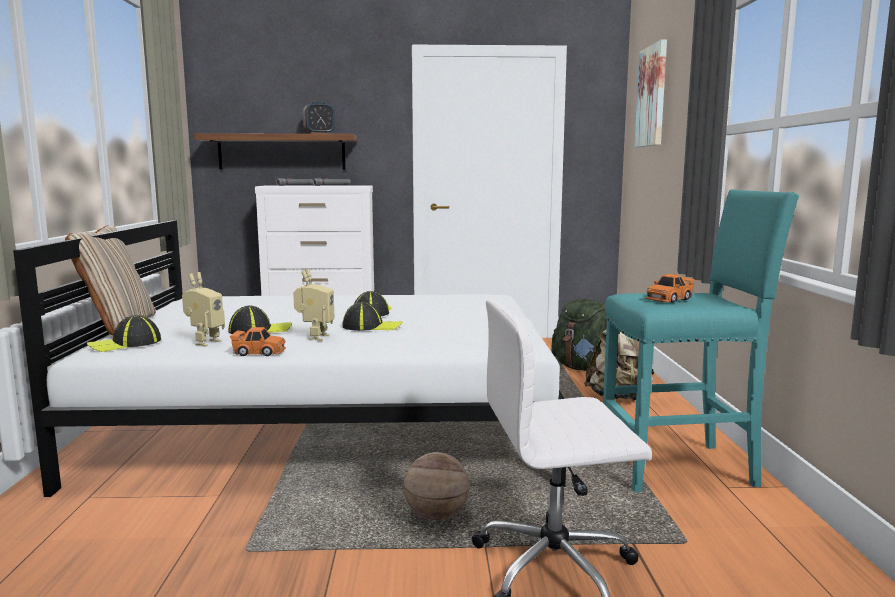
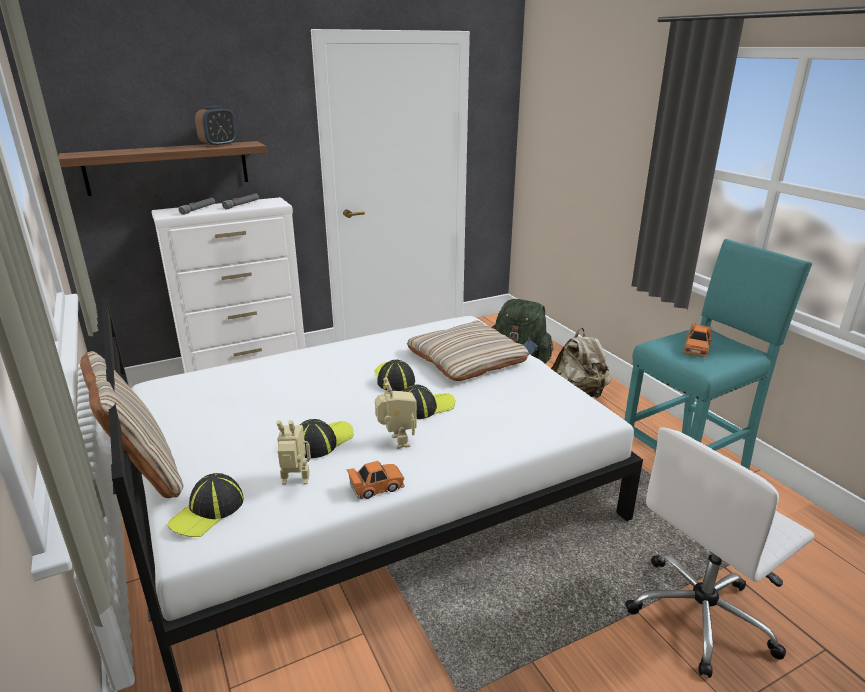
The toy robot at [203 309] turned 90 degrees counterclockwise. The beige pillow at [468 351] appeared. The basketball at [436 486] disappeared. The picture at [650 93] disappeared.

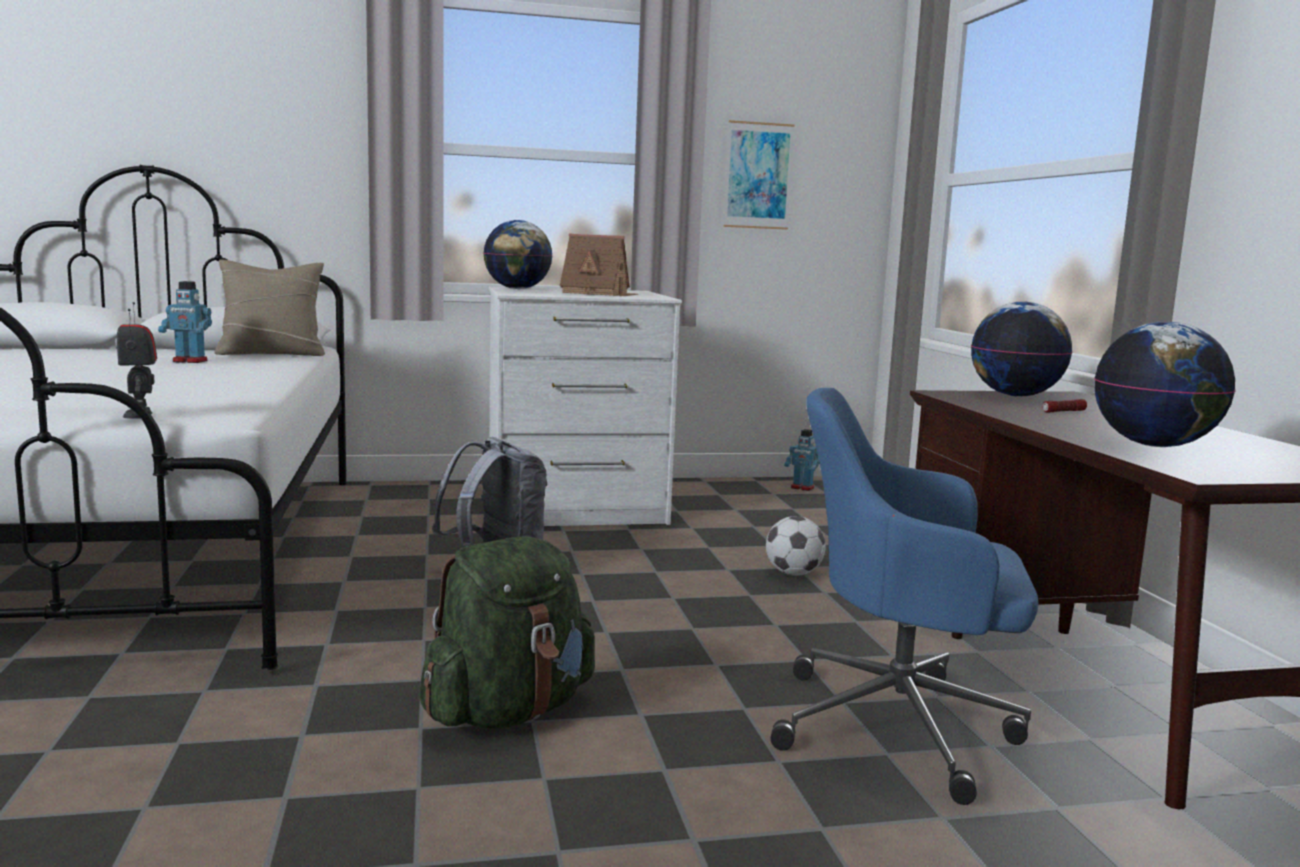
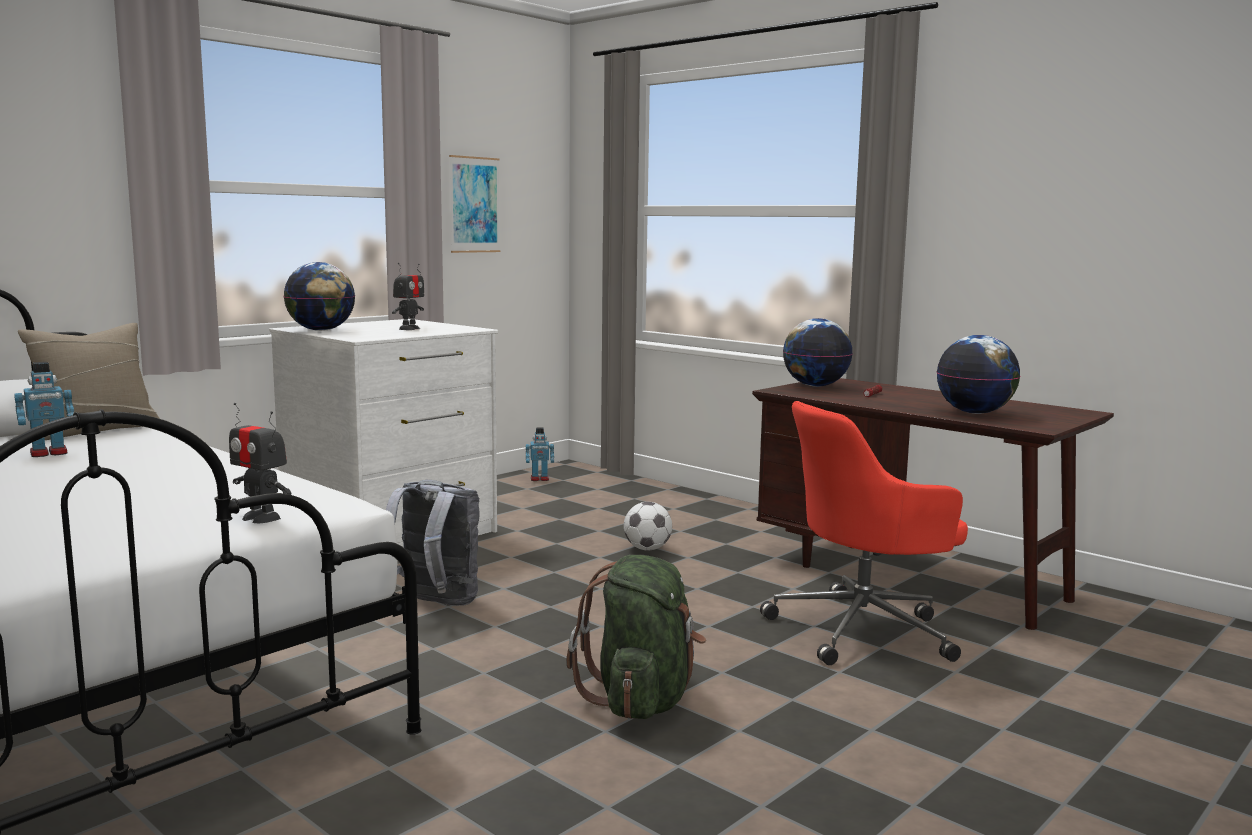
The toy house at [599 264] was replaced by the toy robot at [408 296]. The blue office chair at [904 596] became the red office chair at [864 533].

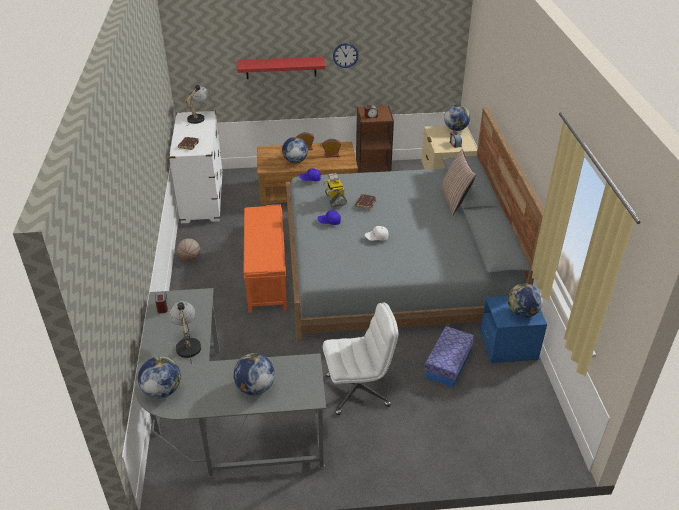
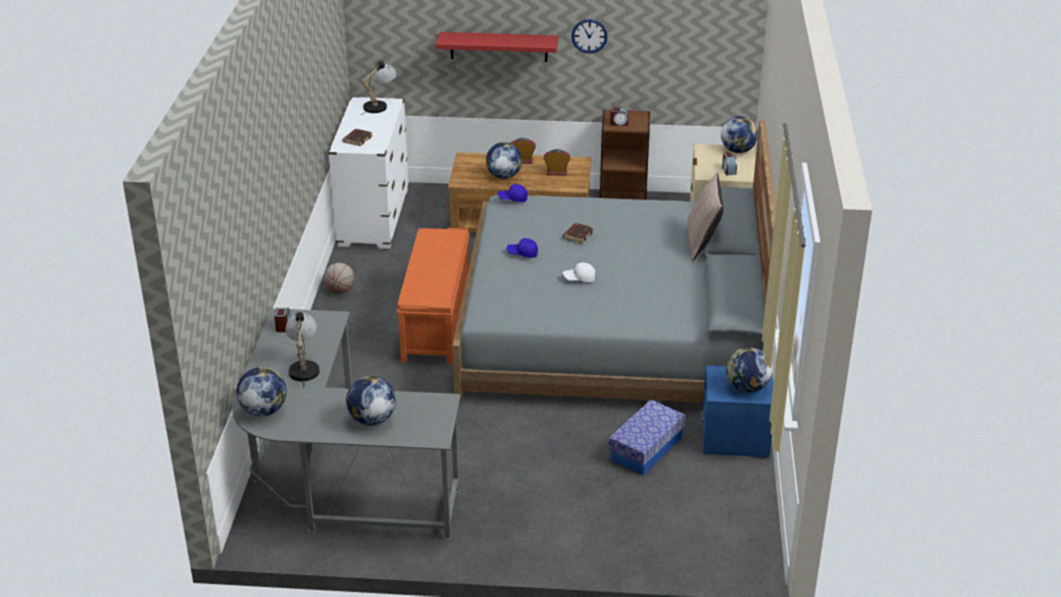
The toy robot at [334 190] disappeared. The white office chair at [360 358] disappeared.

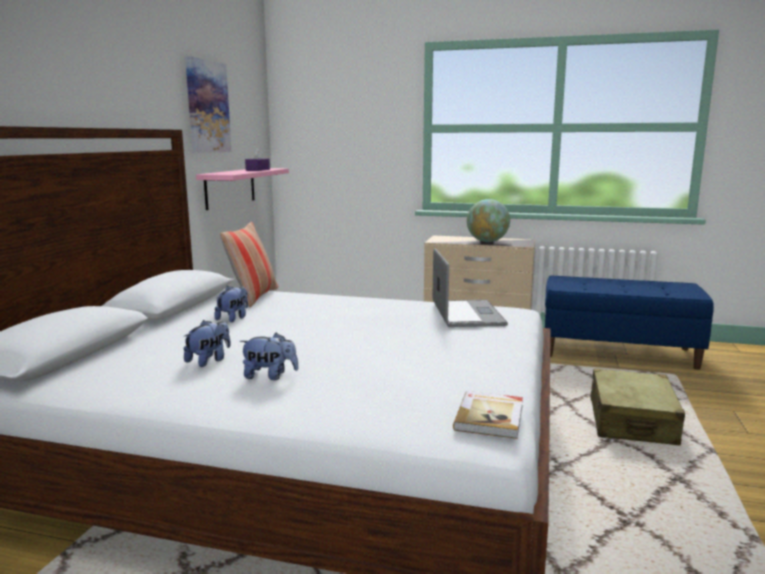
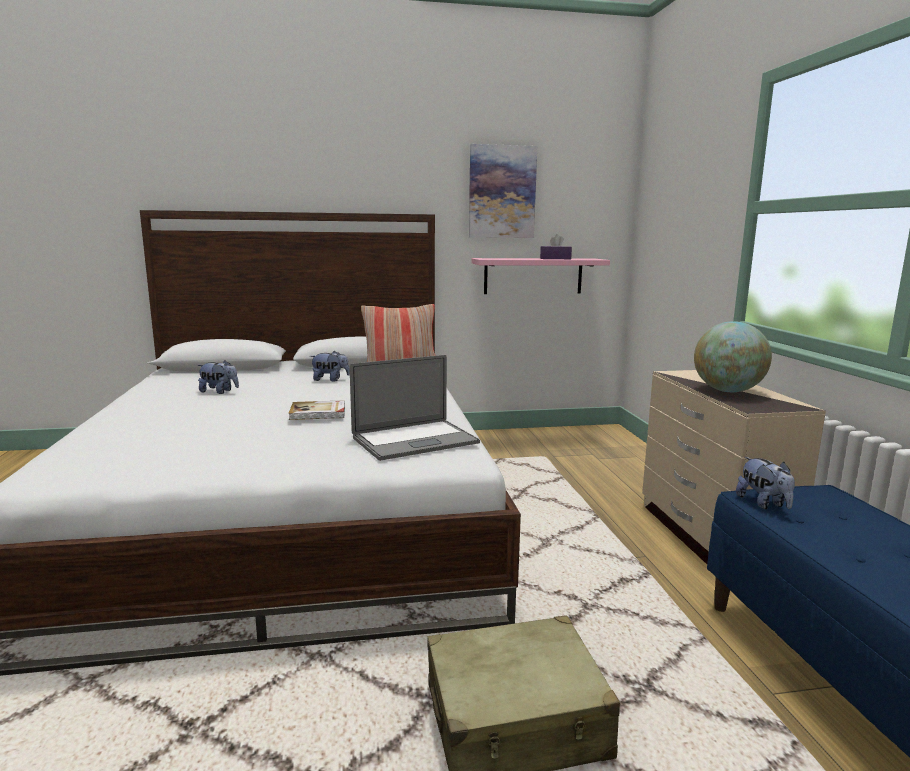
The book moved from [488 415] to [316 410]. The plush toy moved from [269 356] to [765 483].

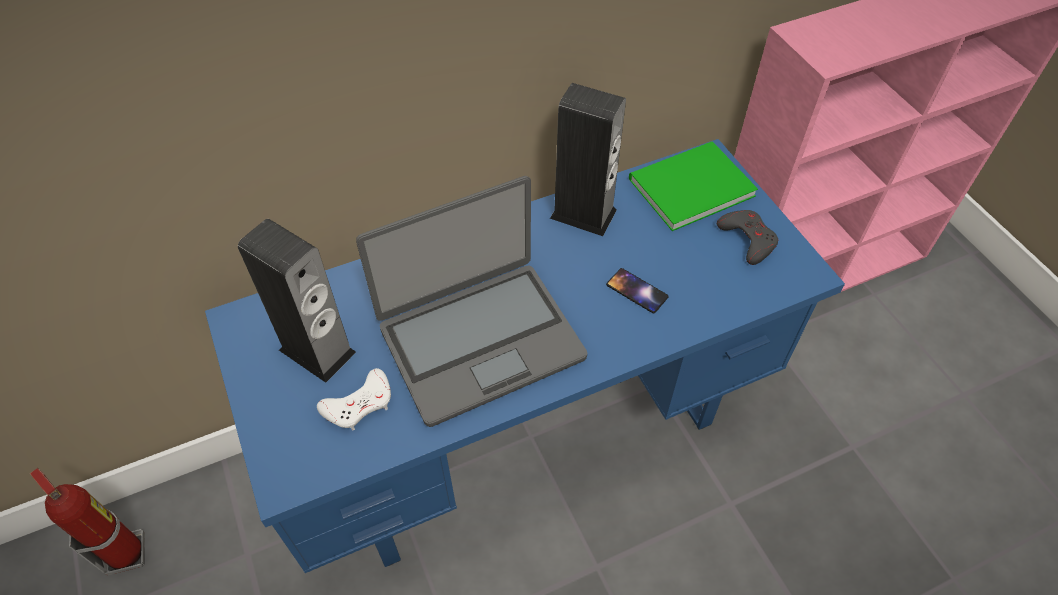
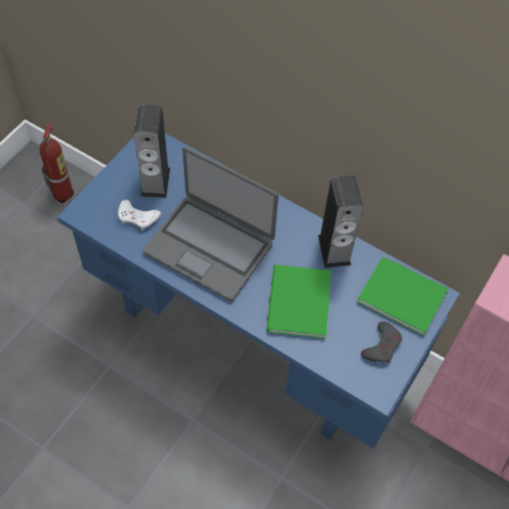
The phone at [637 290] was replaced by the green book at [298 302].

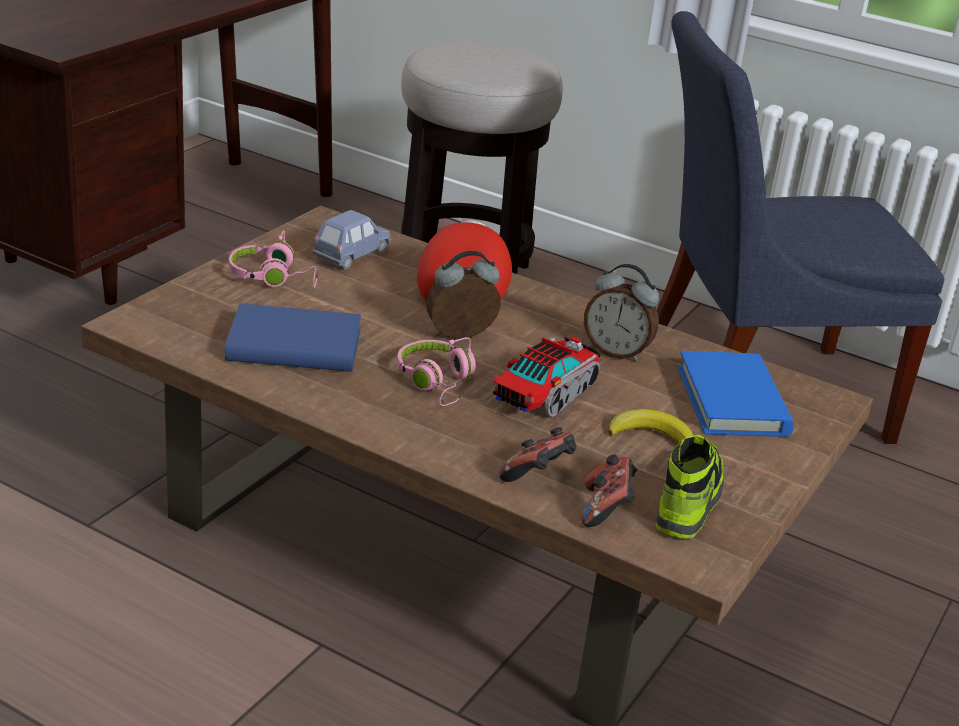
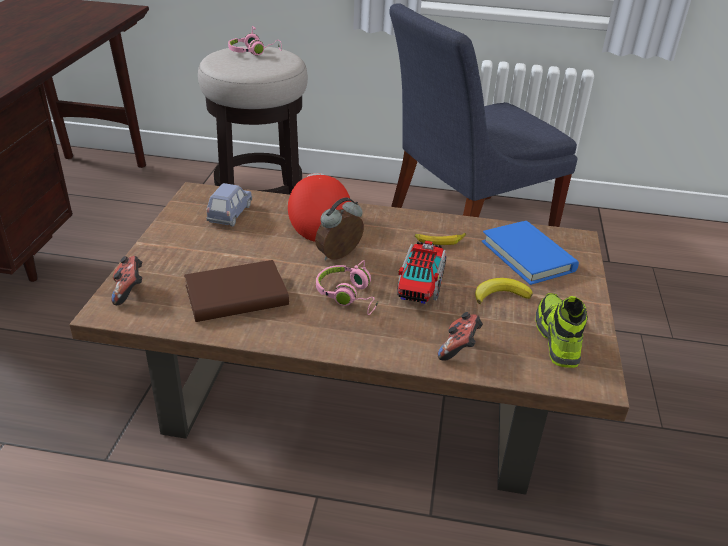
The game controller moved from [609 490] to [127 280]. The blue book at [293 338] became the brown book at [236 291]. The pink headphones moved from [274 259] to [255 41]. The alarm clock at [621 313] was replaced by the banana at [440 239].

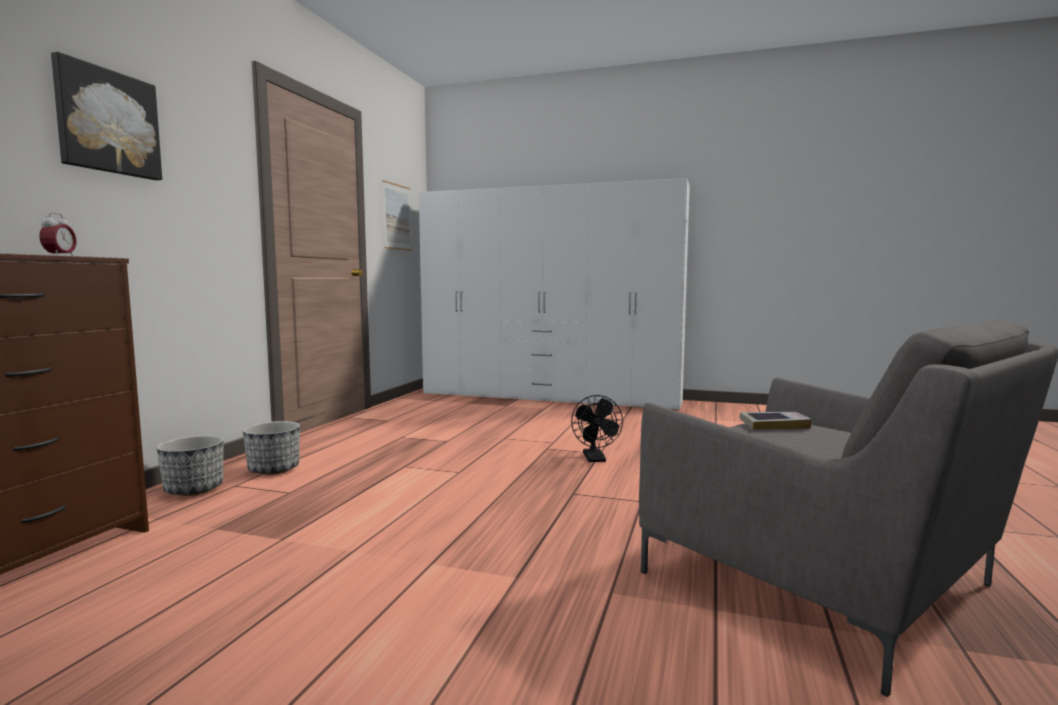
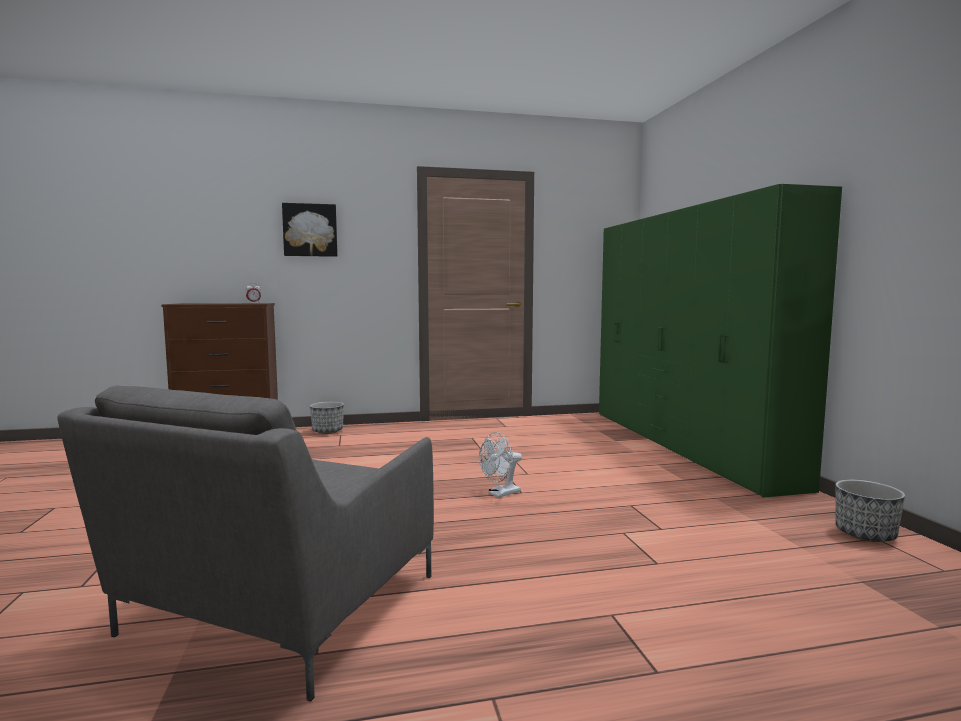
The black fan at [597 428] became the white fan at [500 465]. The white wardrobe at [554 294] became the green wardrobe at [720 341]. The planter moved from [271 448] to [870 511]. The picture at [397 215] disappeared. The book at [776 421] disappeared.

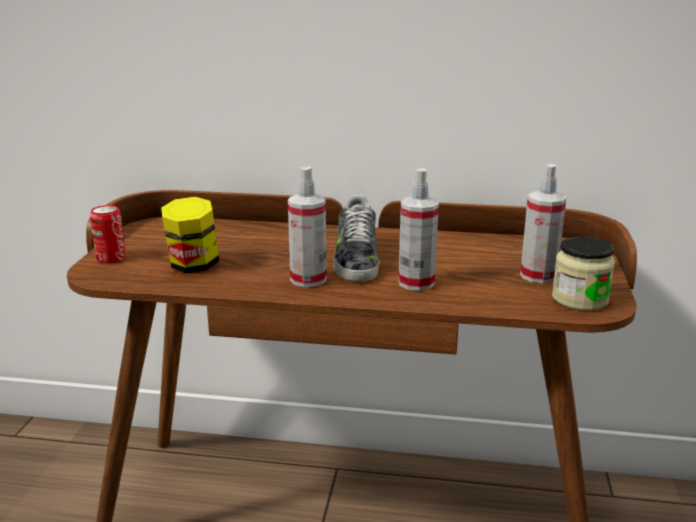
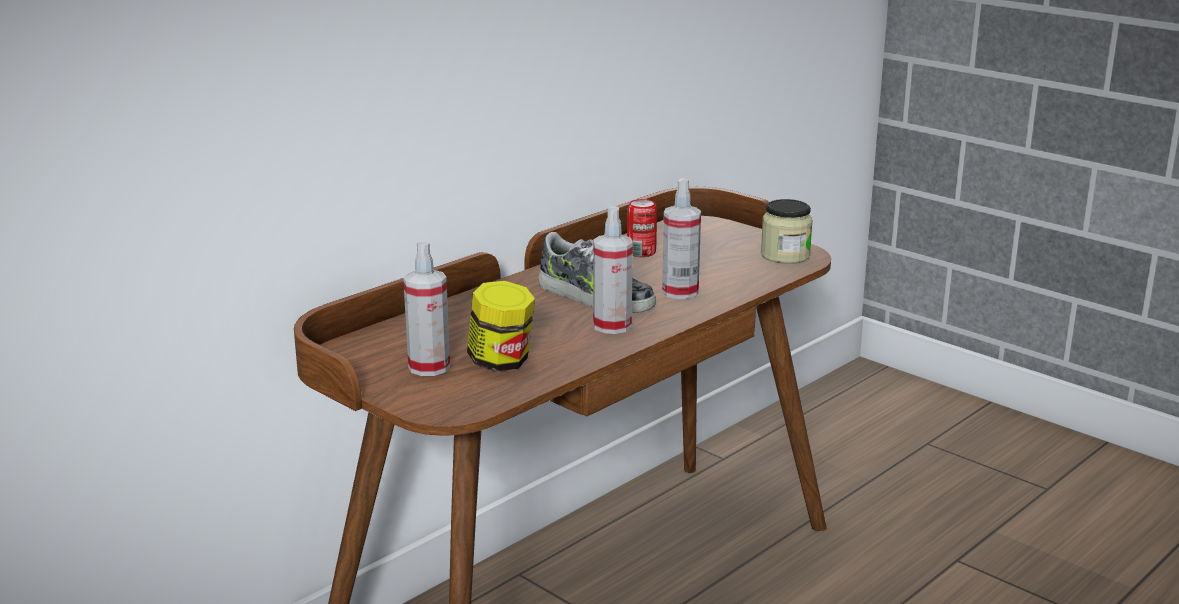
The spray bottle moved from [543 224] to [426 308]. The can moved from [108 234] to [642 228].

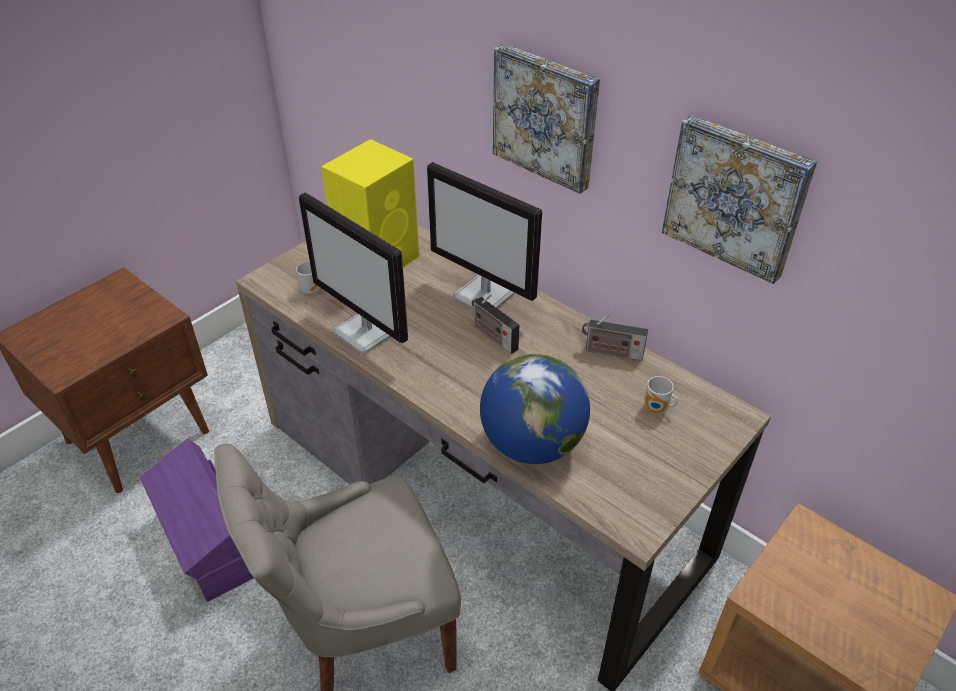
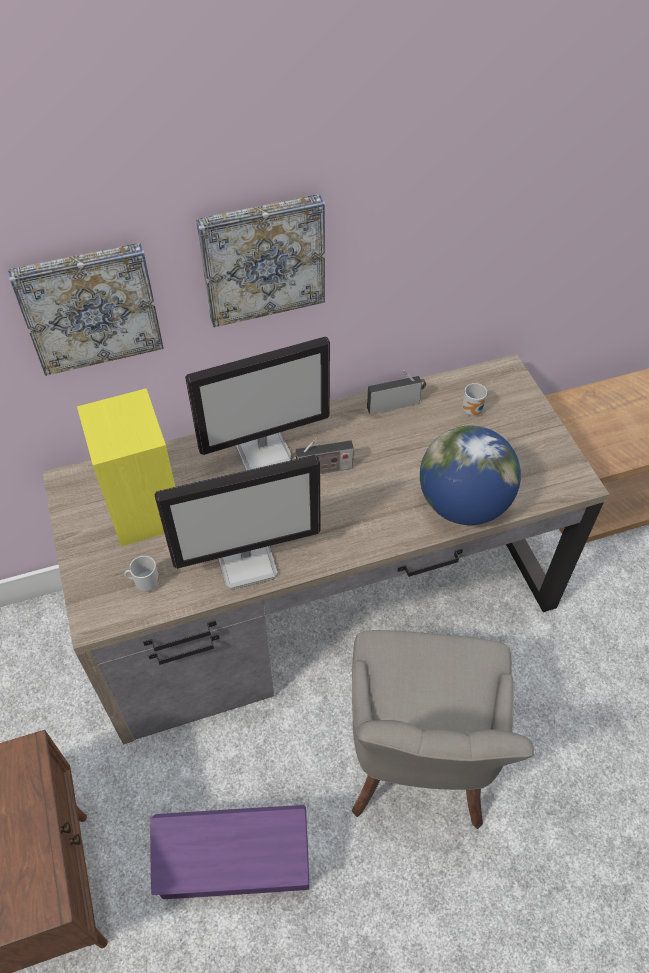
The picture moved from [739 199] to [86 309]. The radio at [615 336] turned 150 degrees counterclockwise.

